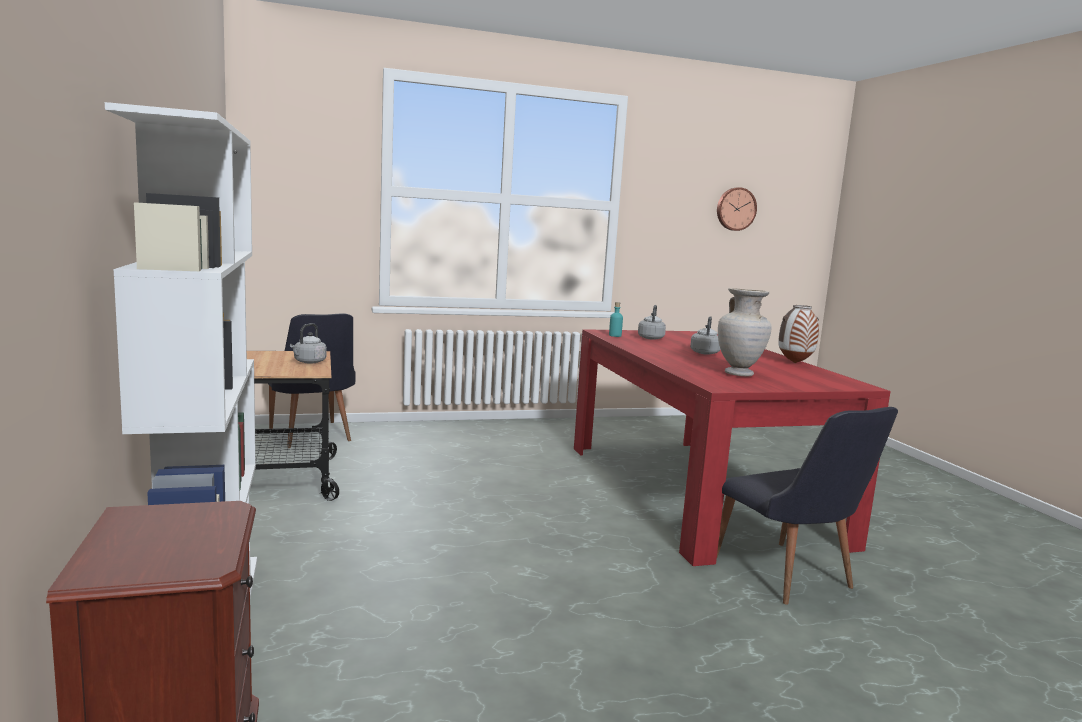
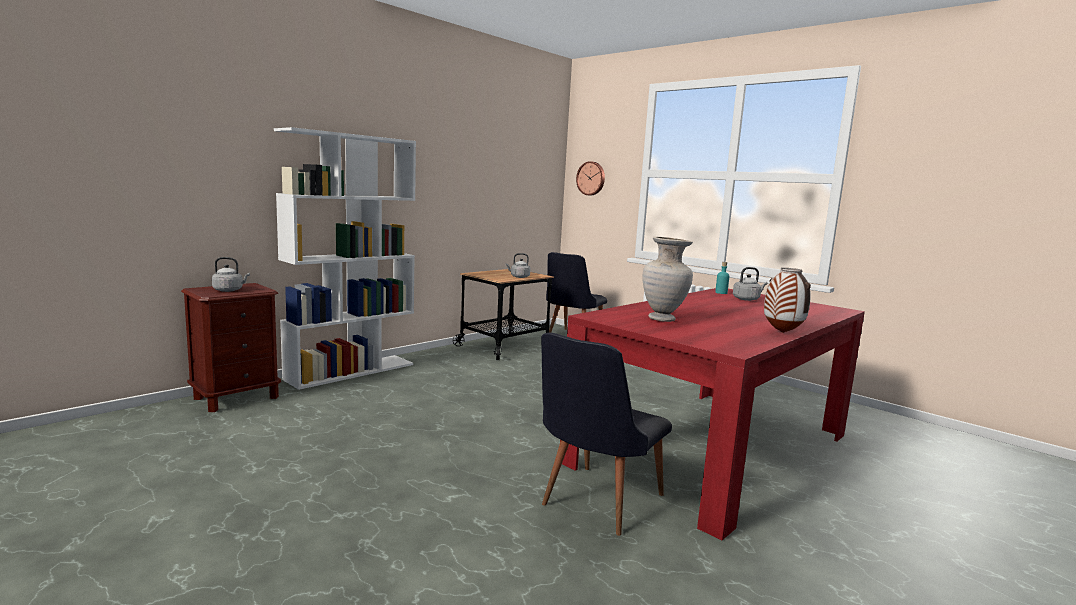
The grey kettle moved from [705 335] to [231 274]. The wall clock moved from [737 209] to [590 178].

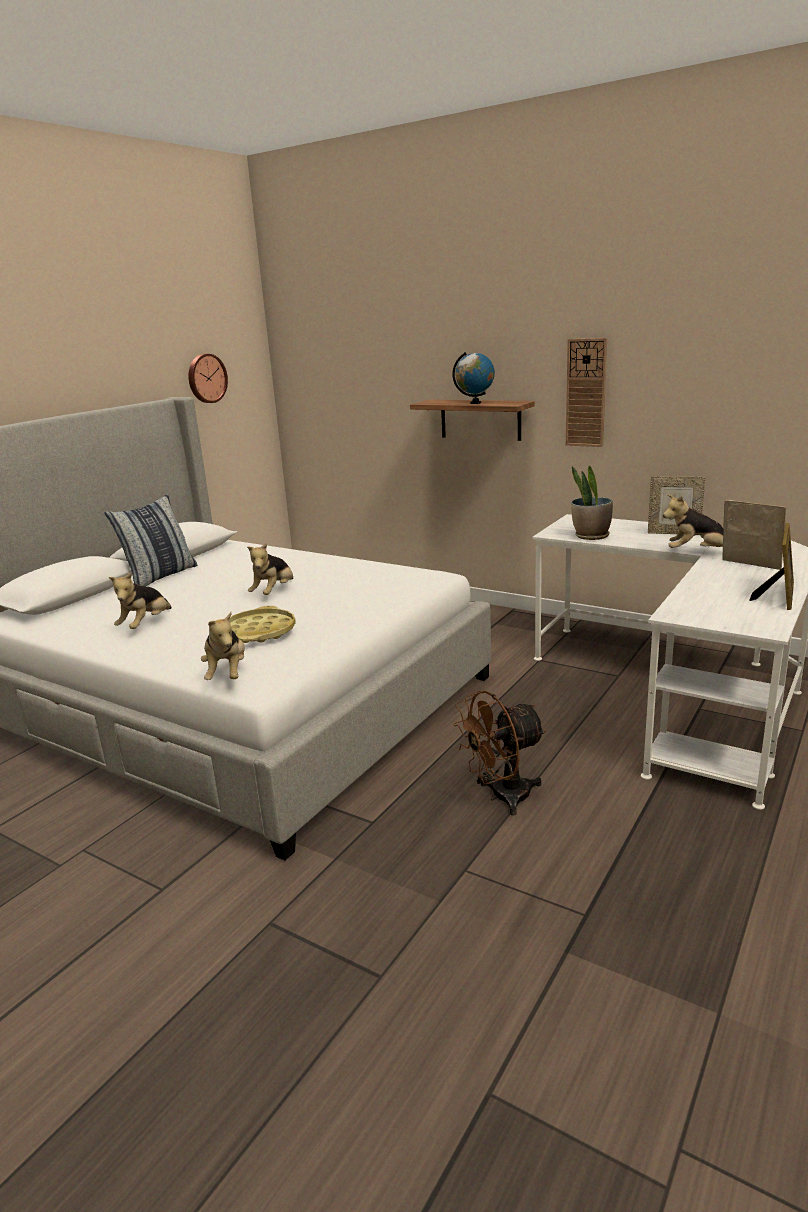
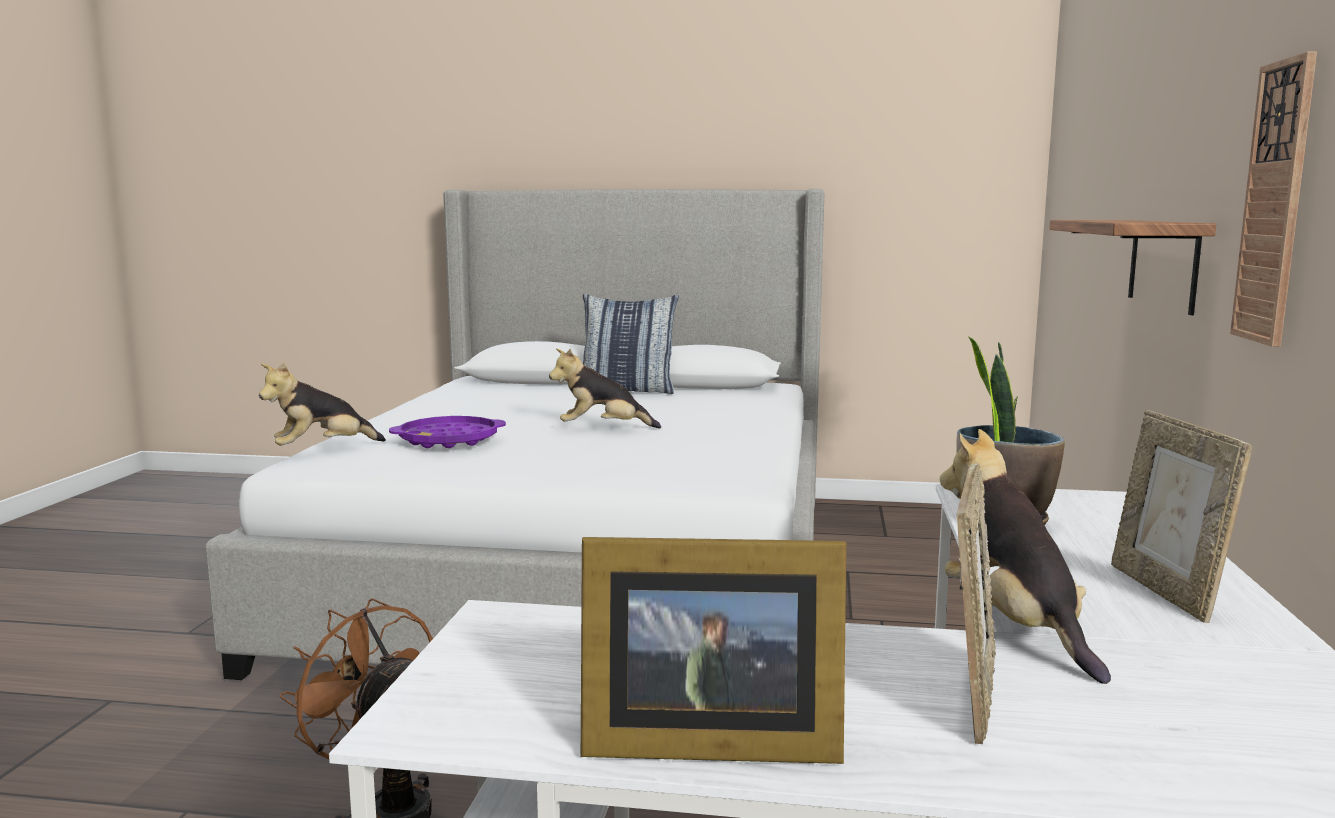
The yellow tray at [262 624] became the purple tray at [447 432]. The plush toy at [140 600] disappeared. The wall clock at [208 378] disappeared. The globe at [473 378] disappeared.

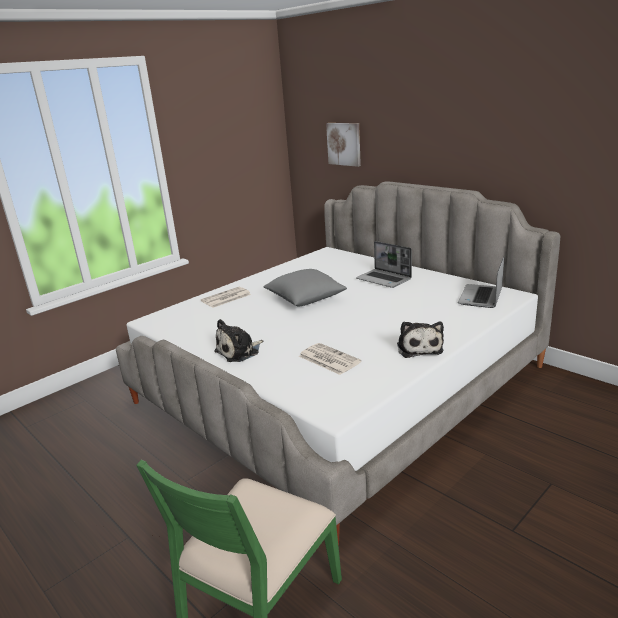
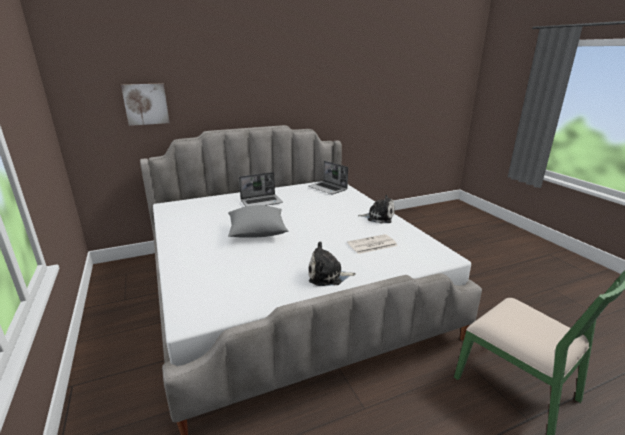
The plush toy at [238 340] turned 105 degrees clockwise. The newspaper at [226 297] disappeared.

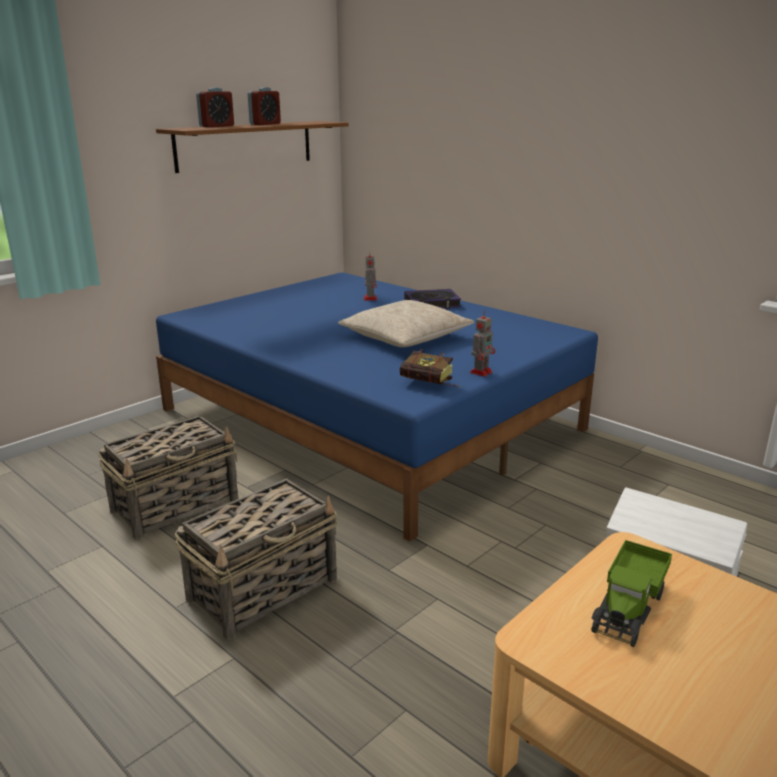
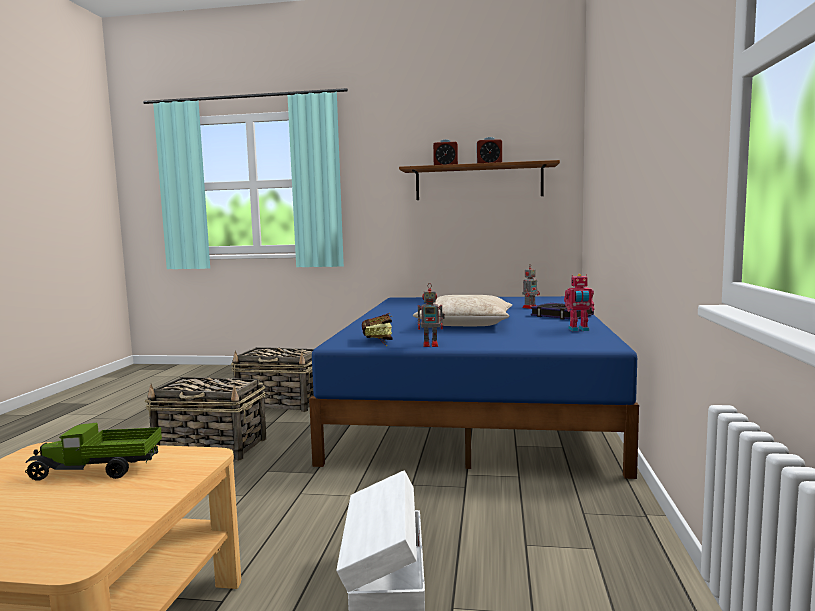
The toy robot at [579 302] appeared.

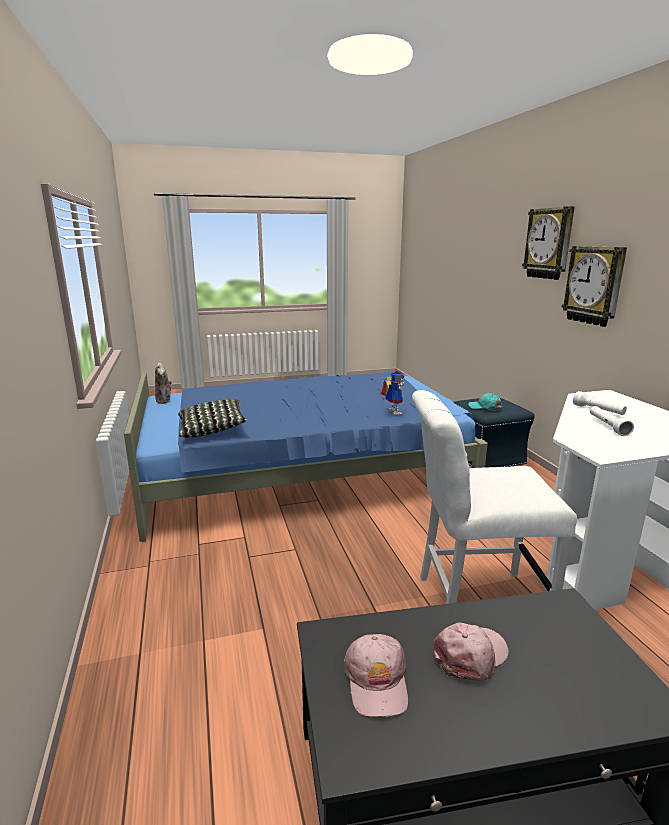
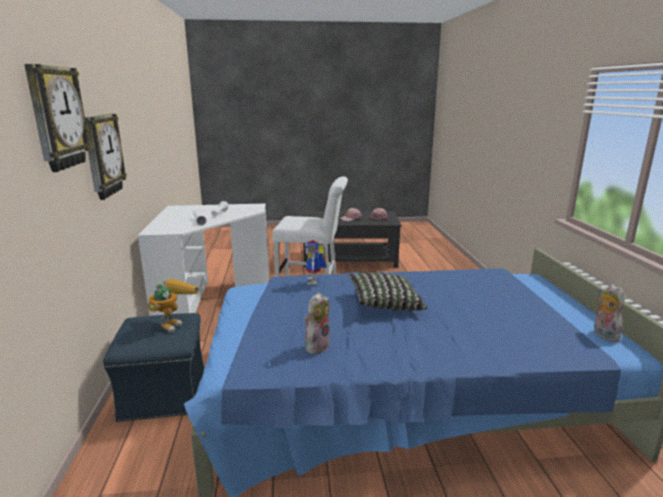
The turquoise cap at [485 402] was replaced by the toy robot at [173 306]. The plush toy at [318 323] appeared. The pillow moved from [212 418] to [387 292].

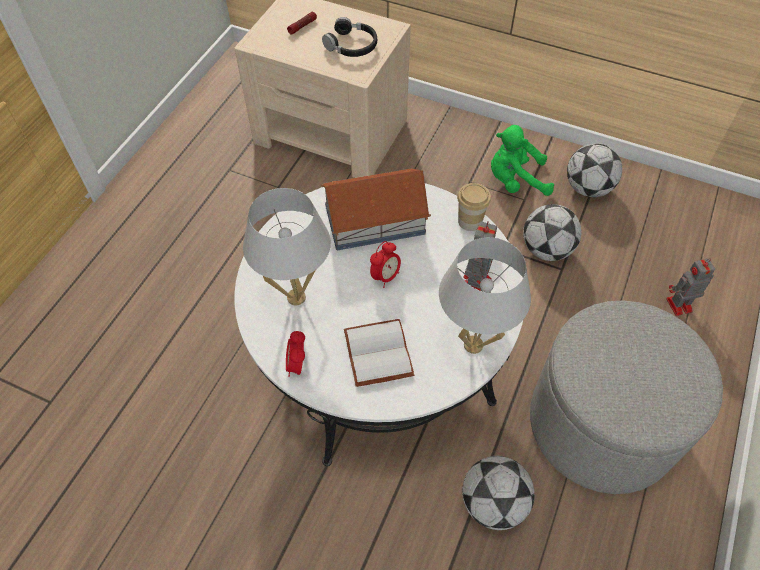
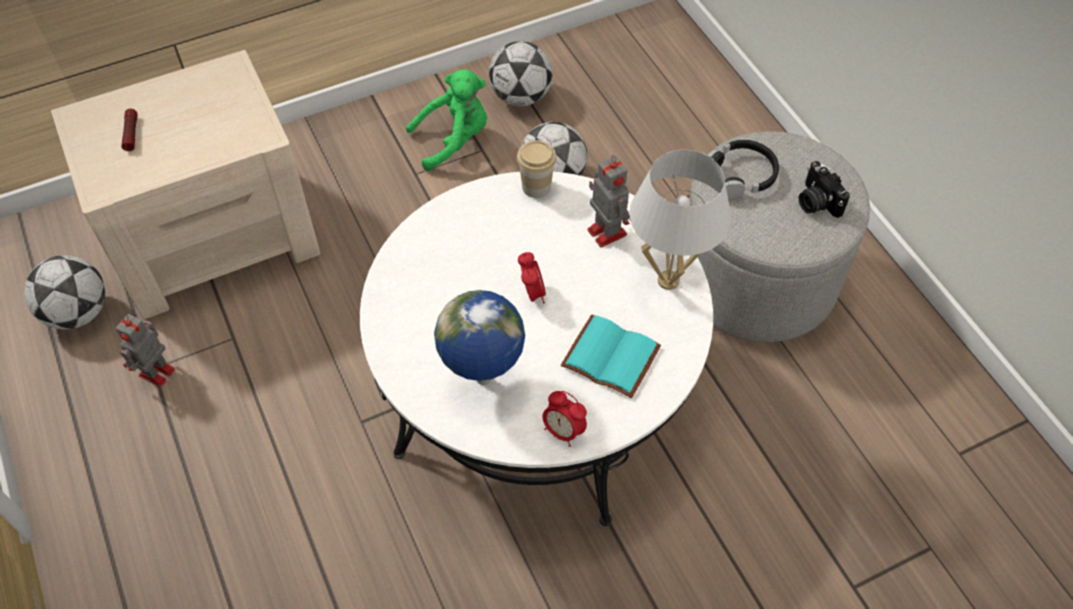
The football moved from [498 493] to [64 292]. The toy robot moved from [690 287] to [145 350]. The green plush toy at [522 160] turned 150 degrees counterclockwise. The white table lamp at [287 246] was replaced by the globe at [479 337]. The white book at [379 353] became the turquoise book at [611 356]. The black headphones moved from [349 37] to [743 169]. The photo camera at [824 189] appeared. The toy house at [376 209] disappeared.

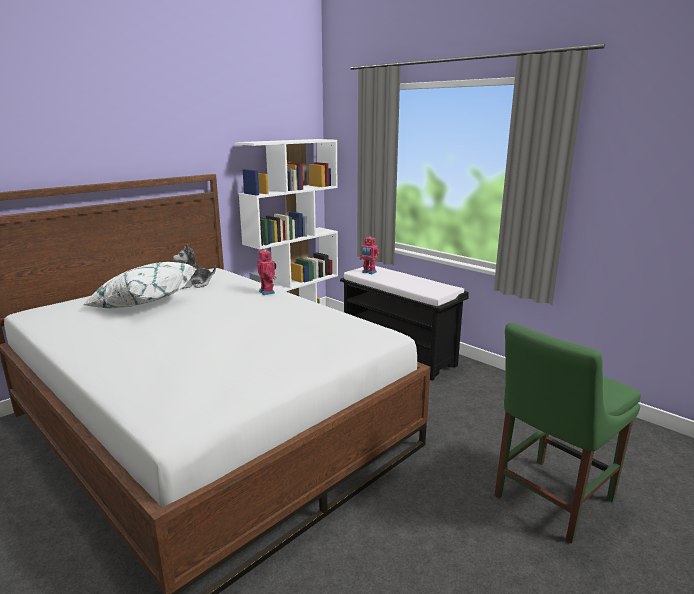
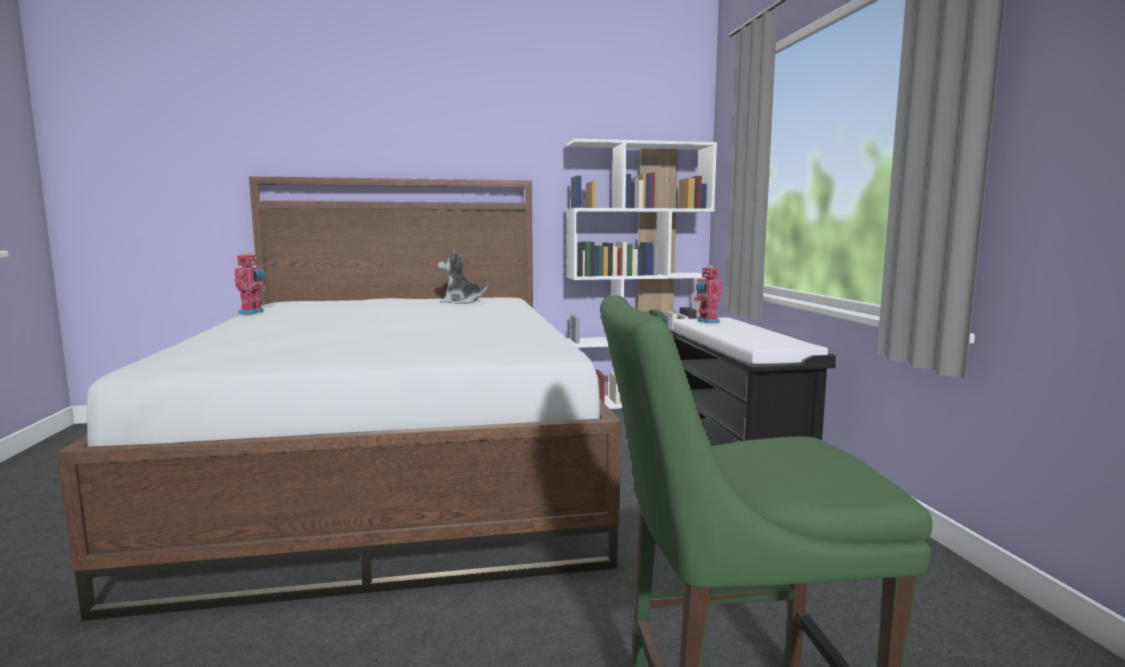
The toy robot moved from [267 272] to [250 283]. The white pillow at [139 285] disappeared.

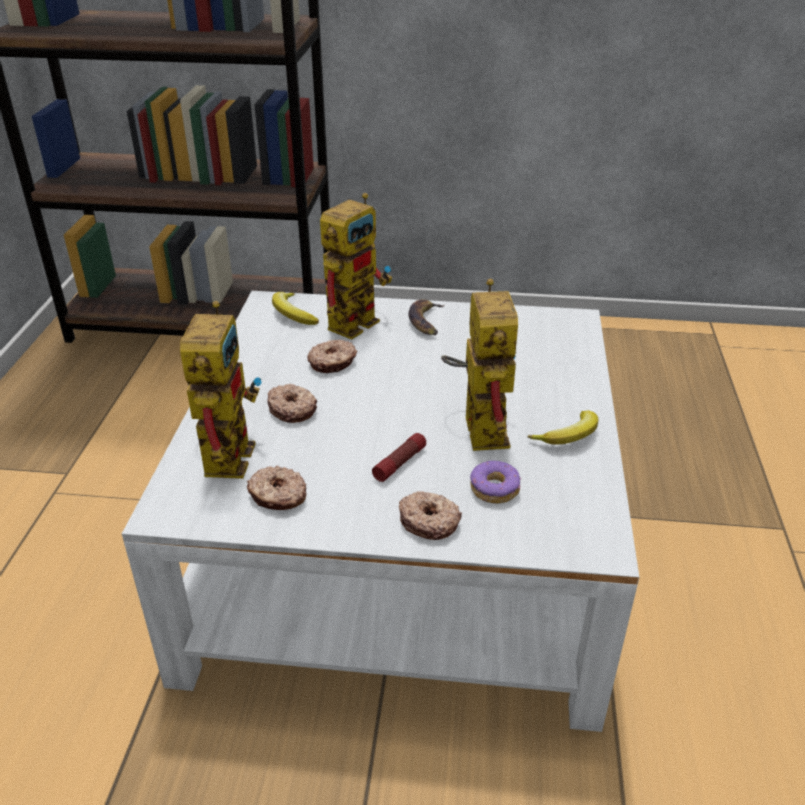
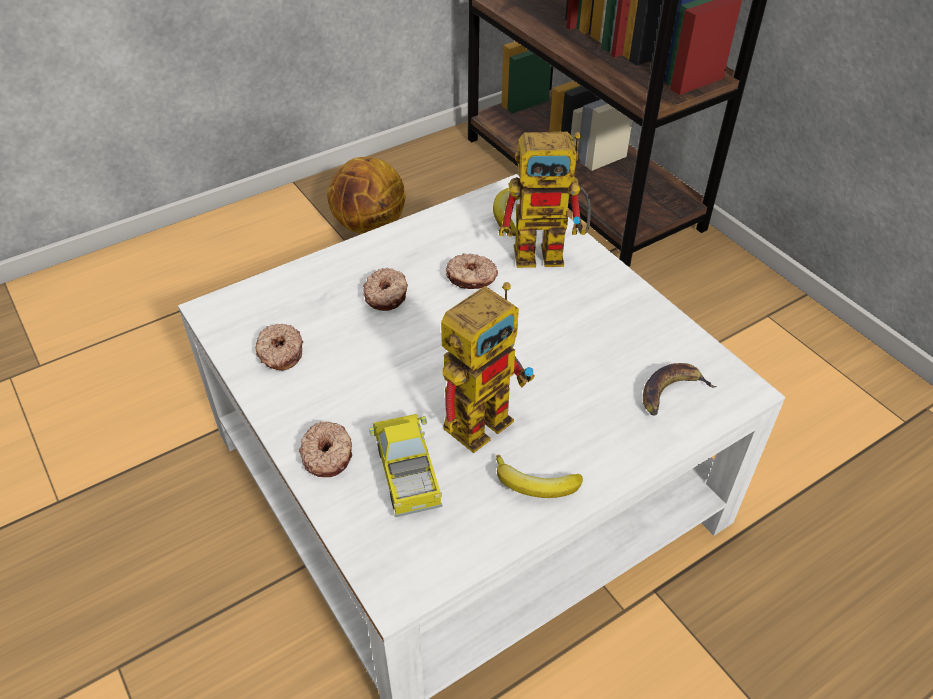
The basketball at [366 195] appeared. The donut at [496 482] was replaced by the toy truck at [405 465]. The banana moved from [426 317] to [680 389]. The toy robot at [221 390] disappeared. The flashlight at [399 457] disappeared.

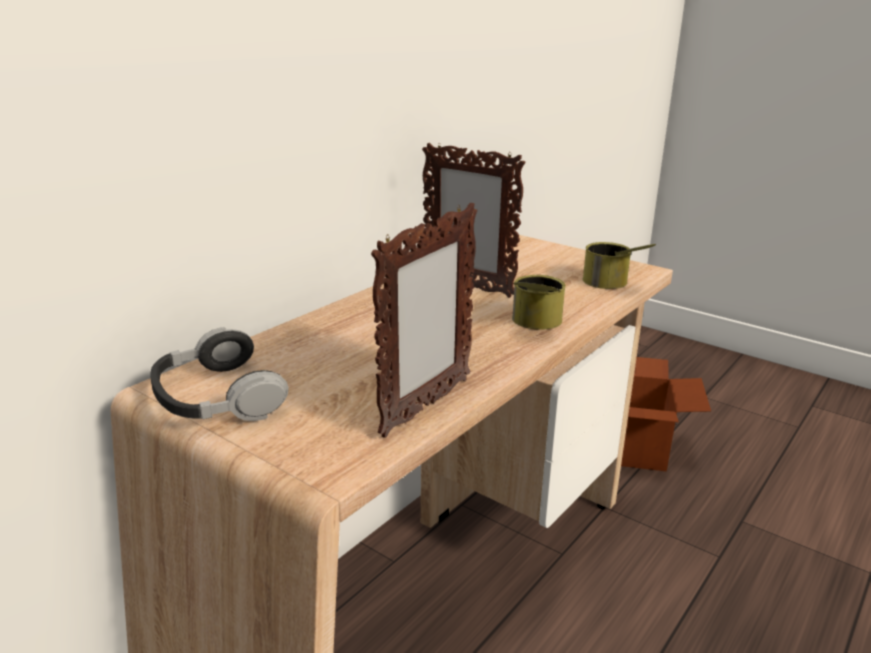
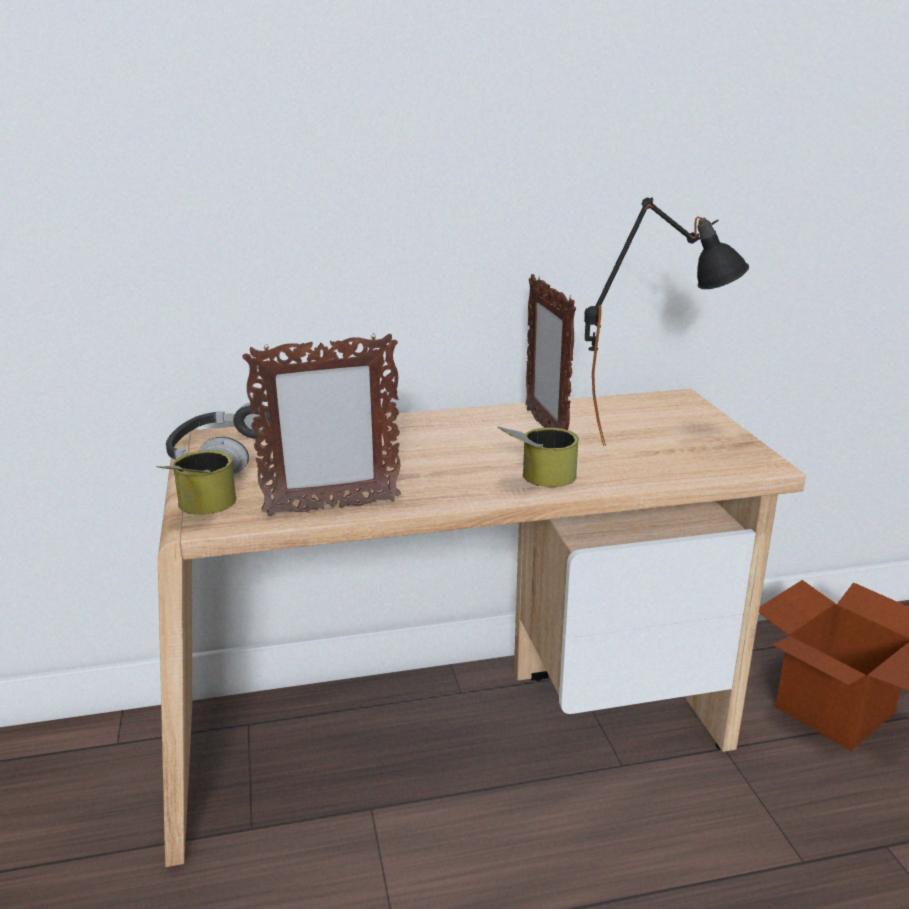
The can moved from [619 265] to [197 482]. The black table lamp at [666 321] appeared.

